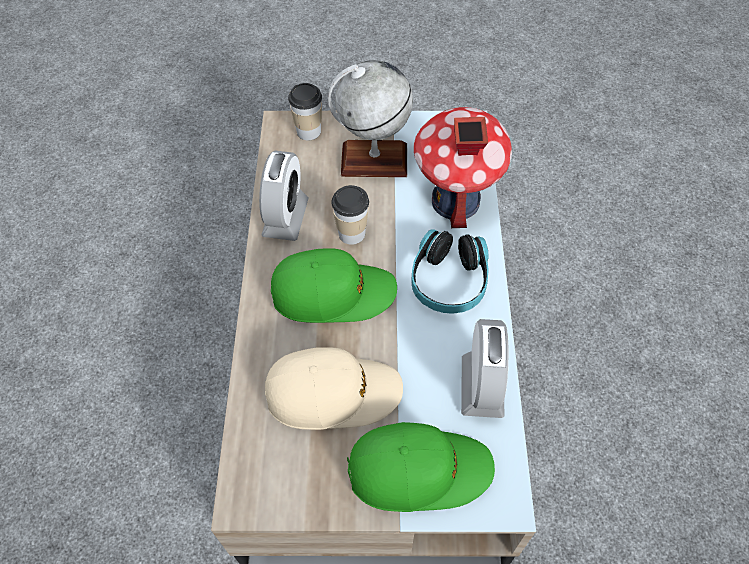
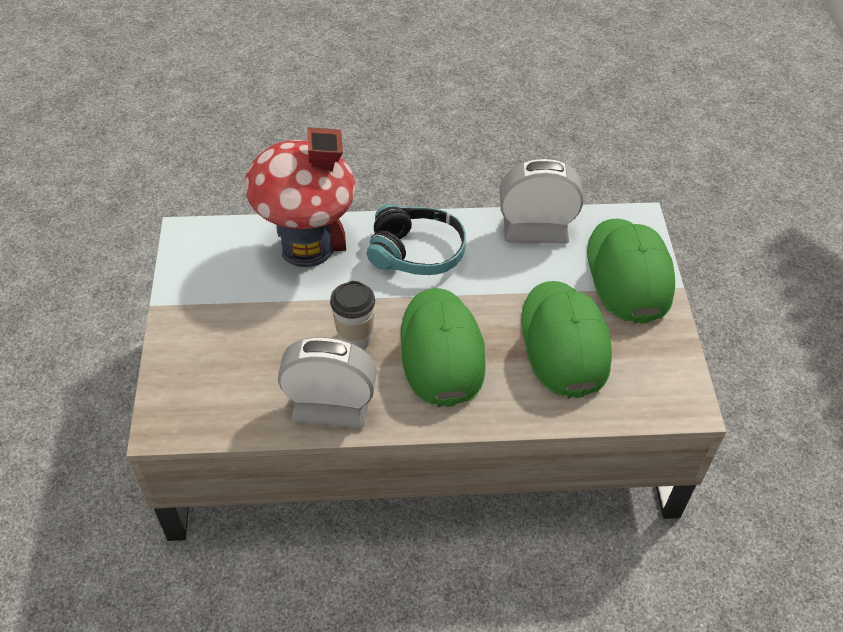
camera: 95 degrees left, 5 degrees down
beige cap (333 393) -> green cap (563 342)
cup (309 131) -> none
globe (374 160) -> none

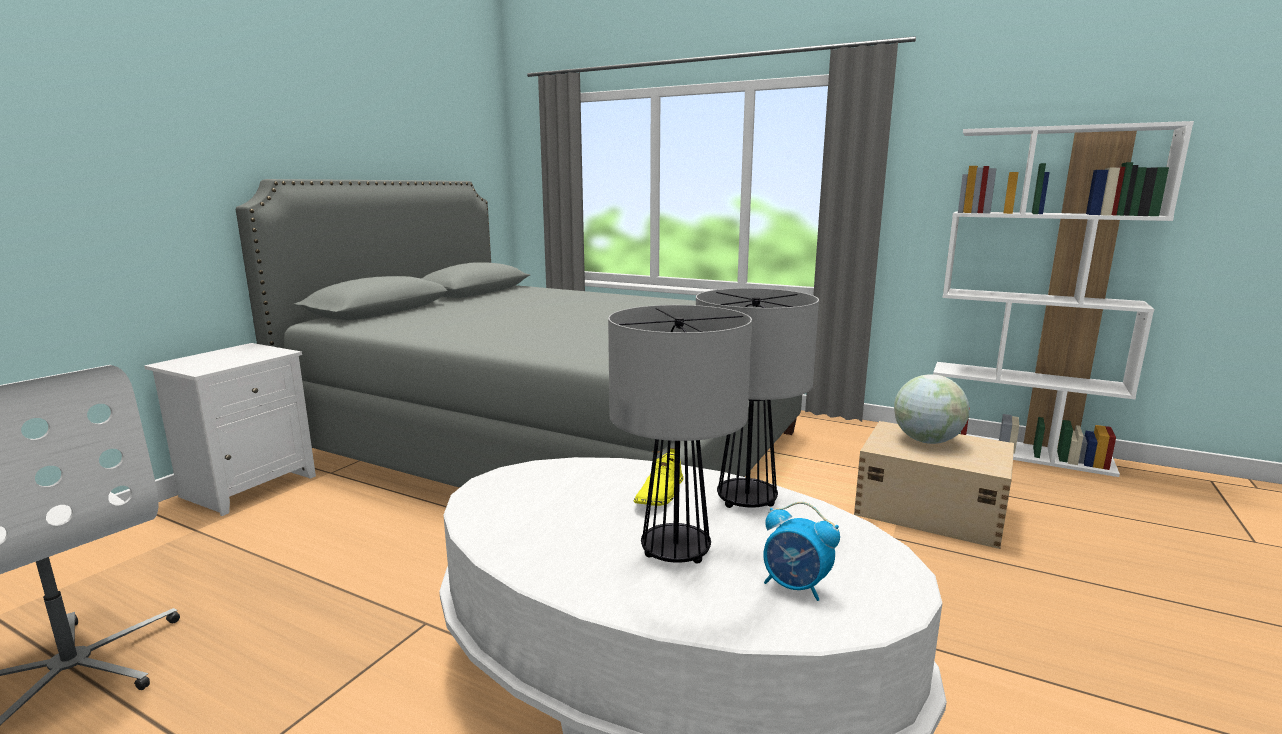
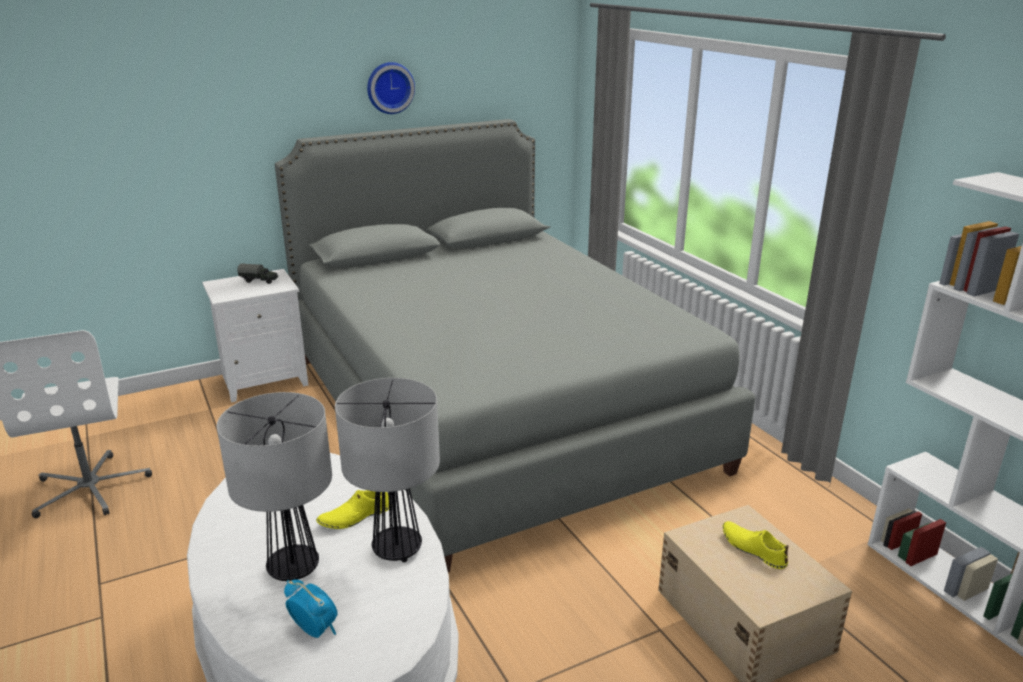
camera: 35 degrees right, 10 degrees up
none -> toy truck (259 281)
alarm clock (796 587) -> alarm clock (314 629), 150 degrees clockwise
none -> wall clock (389 87)
globe (927 441) -> yellow shoe (753 549)

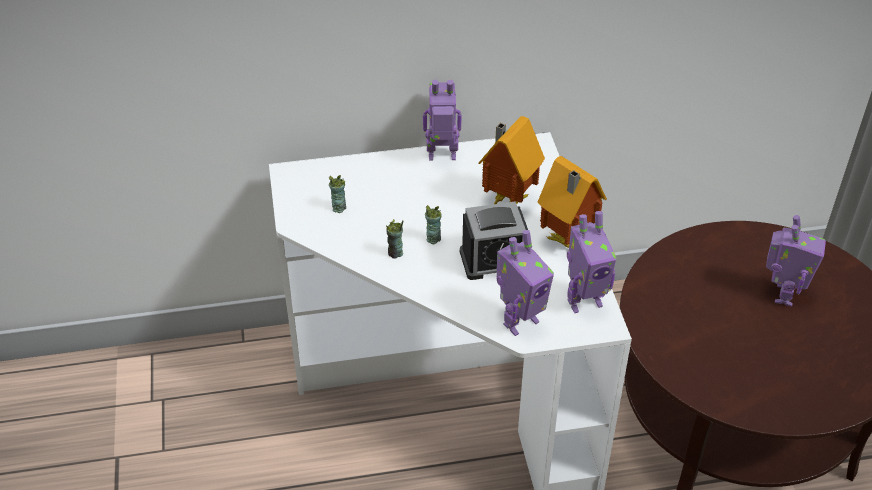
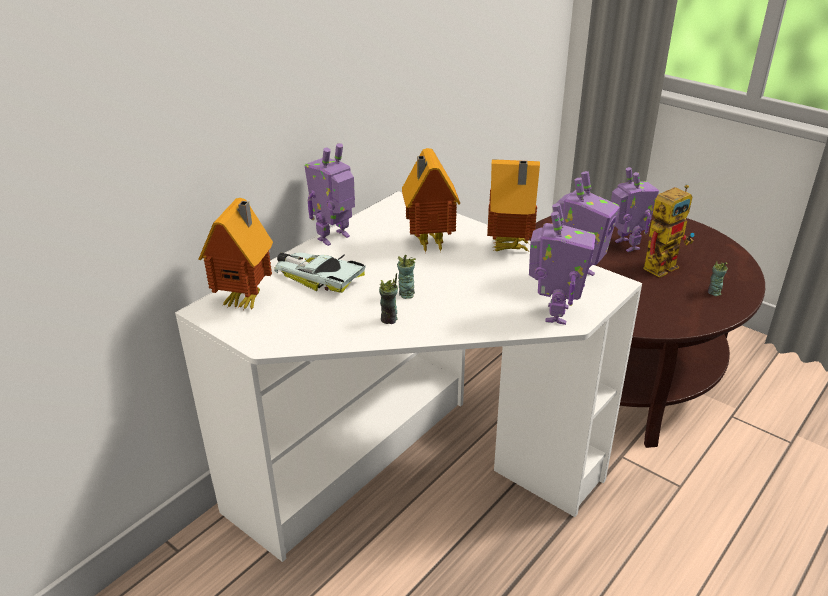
camera: 40 degrees left, 10 degrees down
none -> toy house (247 301)
none -> toy car (318 275)
none -> toy robot (663 264)
cup (338 207) -> cup (714 292), relocated
alarm clock (493 260) -> none

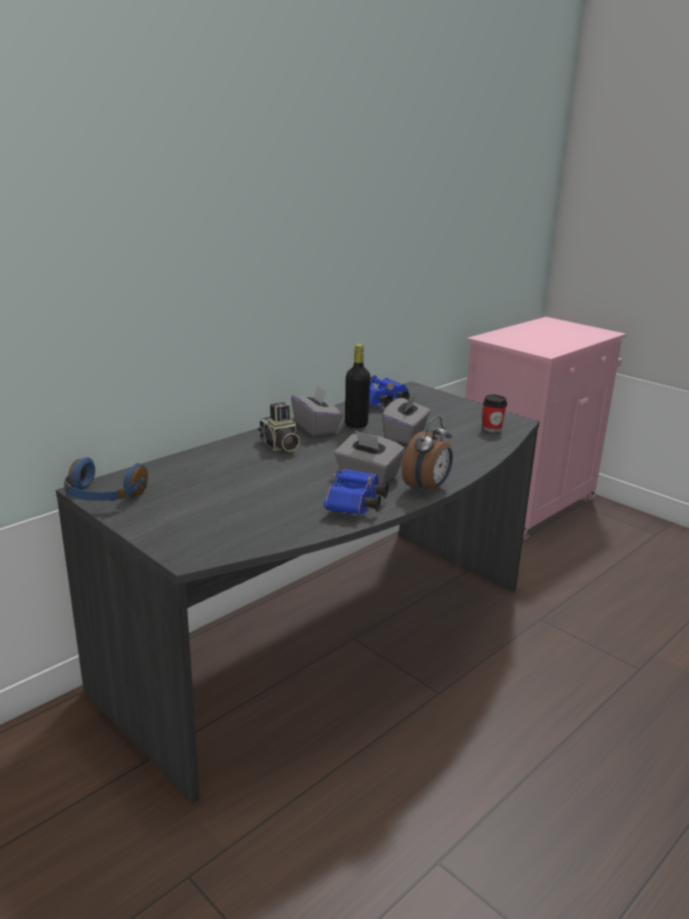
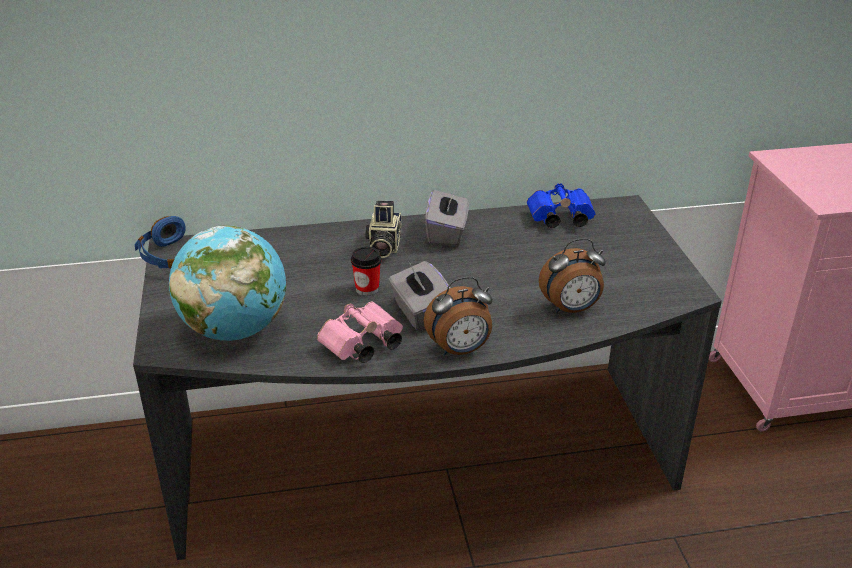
camera: 35 degrees right, 10 degrees up
none -> globe (235 330)
blue binoculars (355 506) -> pink binoculars (361 346)
cup (492 429) -> cup (367 289), relocated
none -> alarm clock (571 309)
black bottle (356 424) -> none
grey tissue box (405 435) -> none

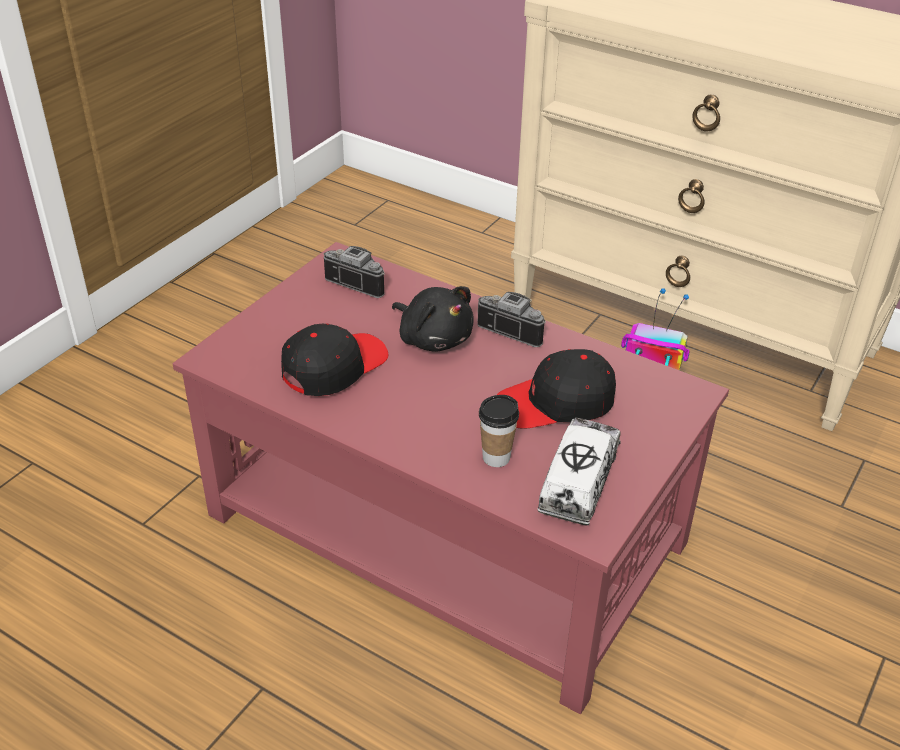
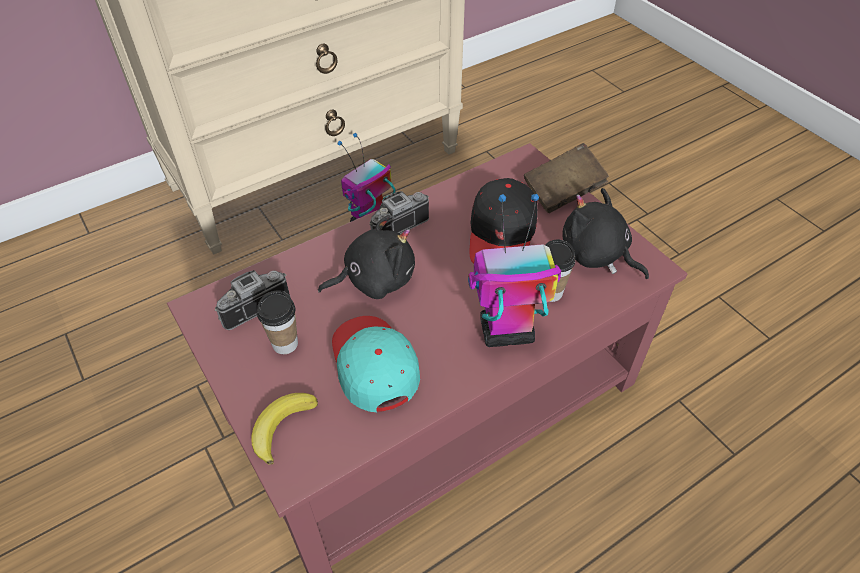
camera: 65 degrees left, 10 degrees up
none -> banana (281 426)
none -> cup (285 344)
black cap (334 367) -> turquoise cap (373 366)
none -> toy robot (505 332)
none -> brown book (563 192)
toy truck (578 482) -> black plush toy (596 255)

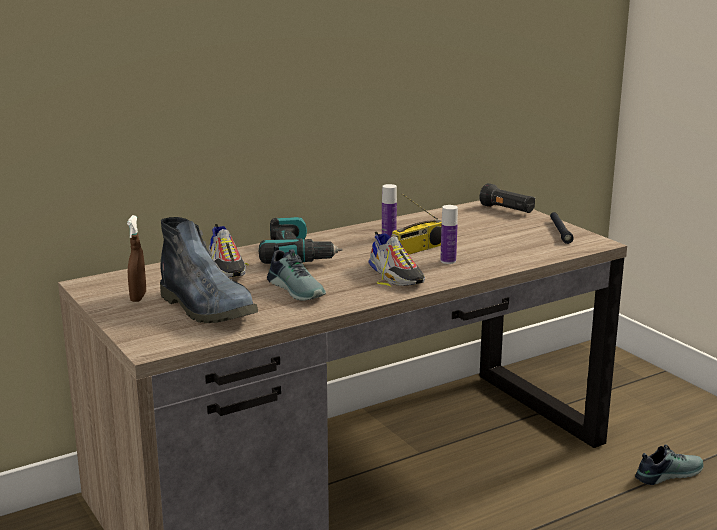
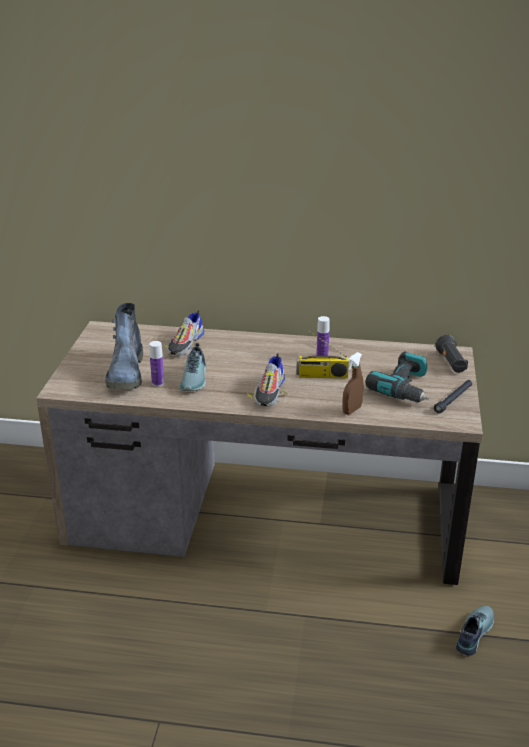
camera: 40 degrees right, 10 degrees up
bottle (448 261) -> bottle (158 383), relocated
brown spray bottle (138 297) -> brown spray bottle (352 410), relocated
power drill (297 254) -> power drill (405 388), relocated
shoe (667 473) -> shoe (472 633), 75 degrees counterclockwise

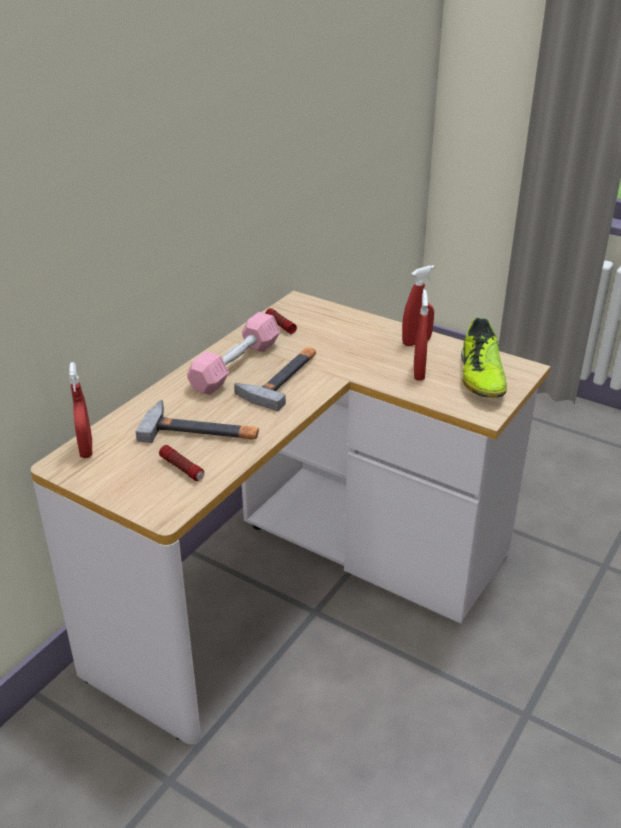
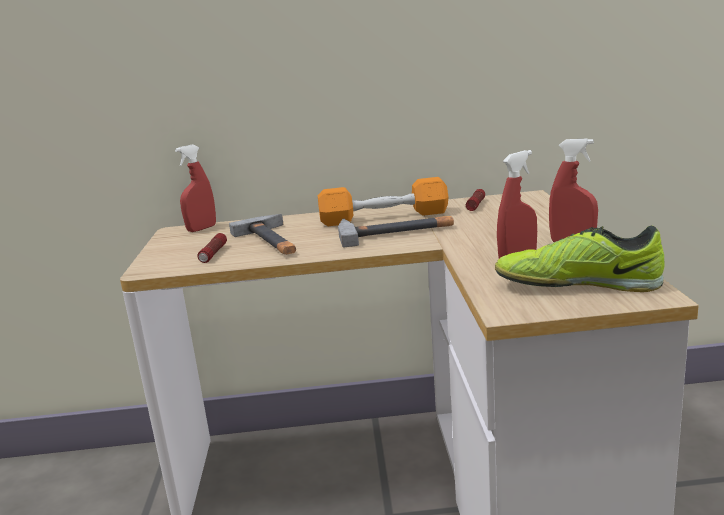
camera: 55 degrees right, 15 degrees down
pink dumbbell (236 366) -> orange dumbbell (384 217)
shoe (480 377) -> shoe (577 284), 45 degrees clockwise

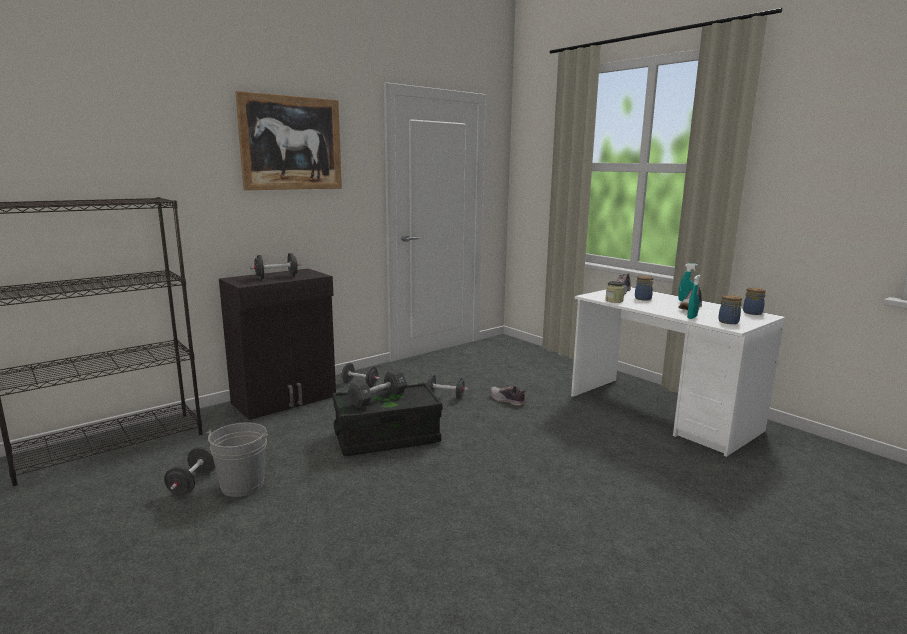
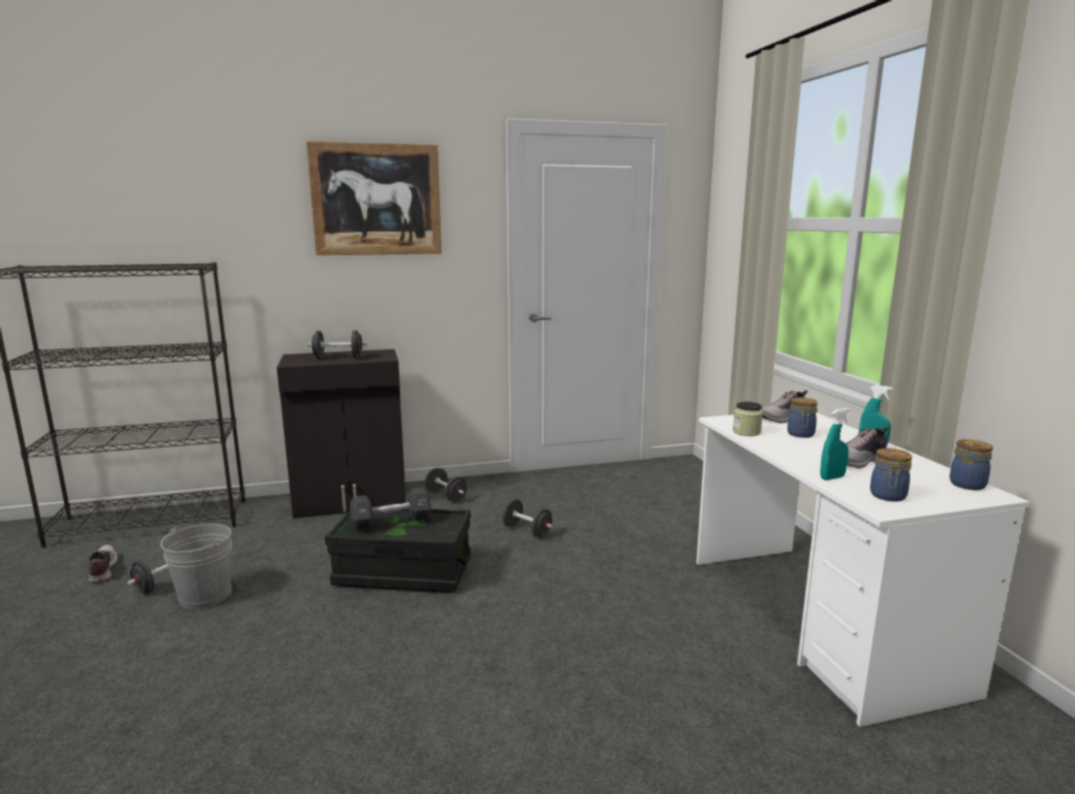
camera: 25 degrees right, 0 degrees up
shoe (507 400) -> shoe (102 570), relocated

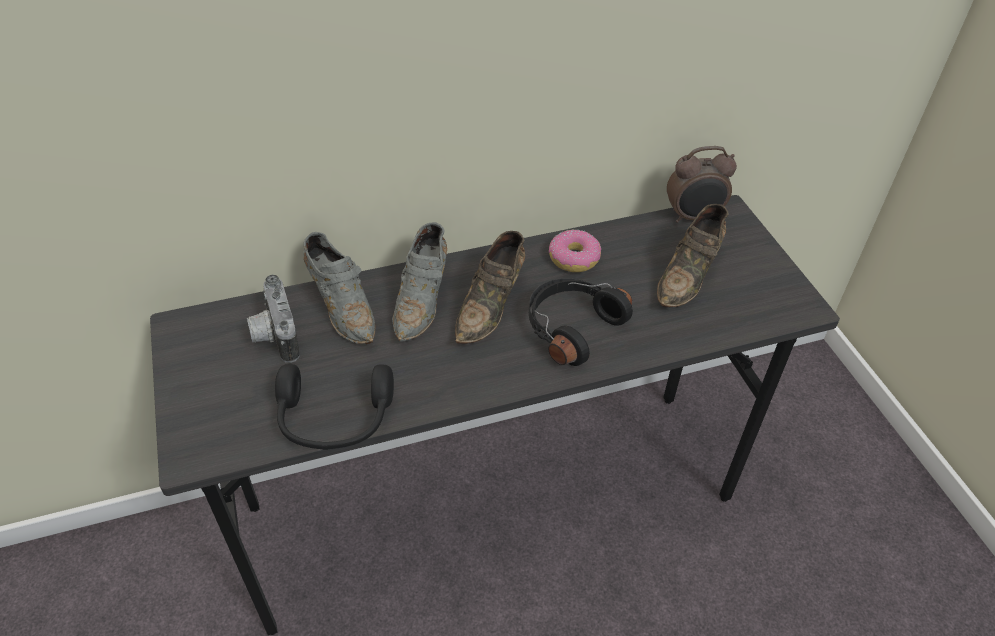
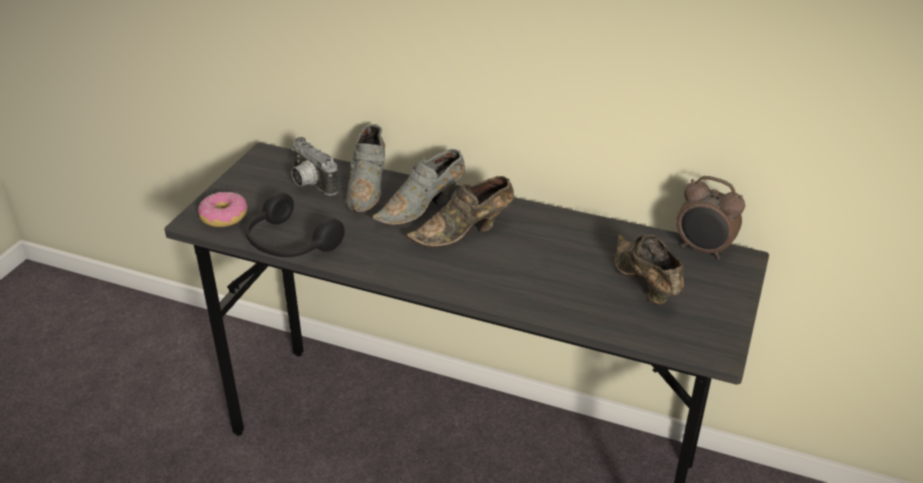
camera: 40 degrees right, 10 degrees down
donut (574 258) -> donut (224 217), relocated
photo camera (274 336) -> photo camera (310 184), 60 degrees counterclockwise
brown shoe (689 275) -> brown shoe (644 284), 90 degrees clockwise
black headphones (571 327) -> none

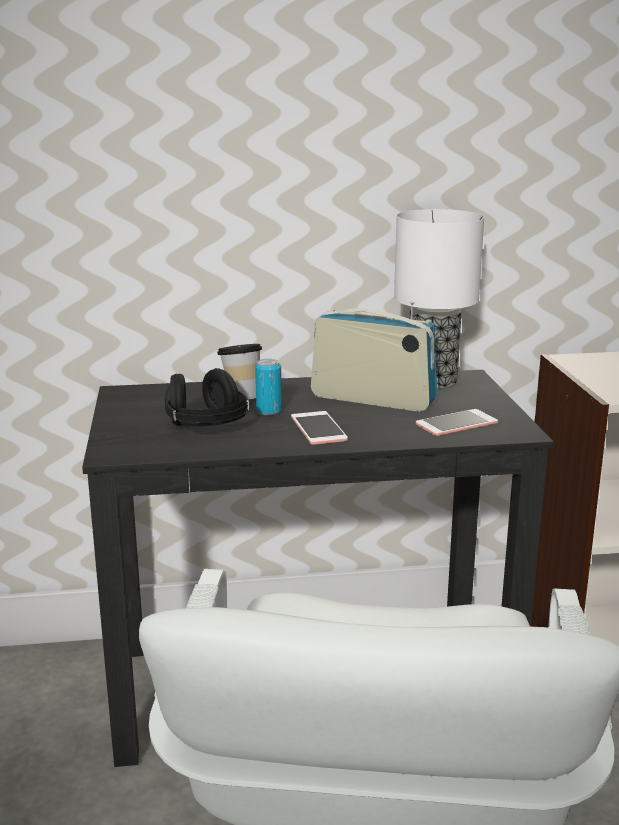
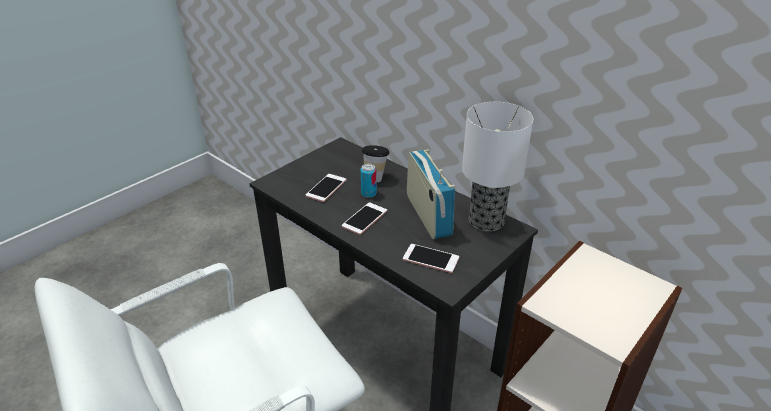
camera: 50 degrees right, 15 degrees up
black headphones (206 427) -> phone (326 188)

